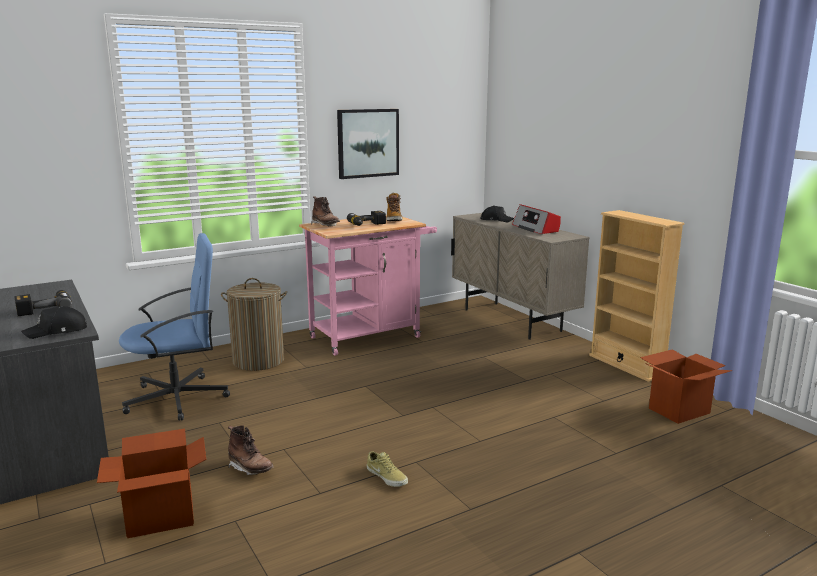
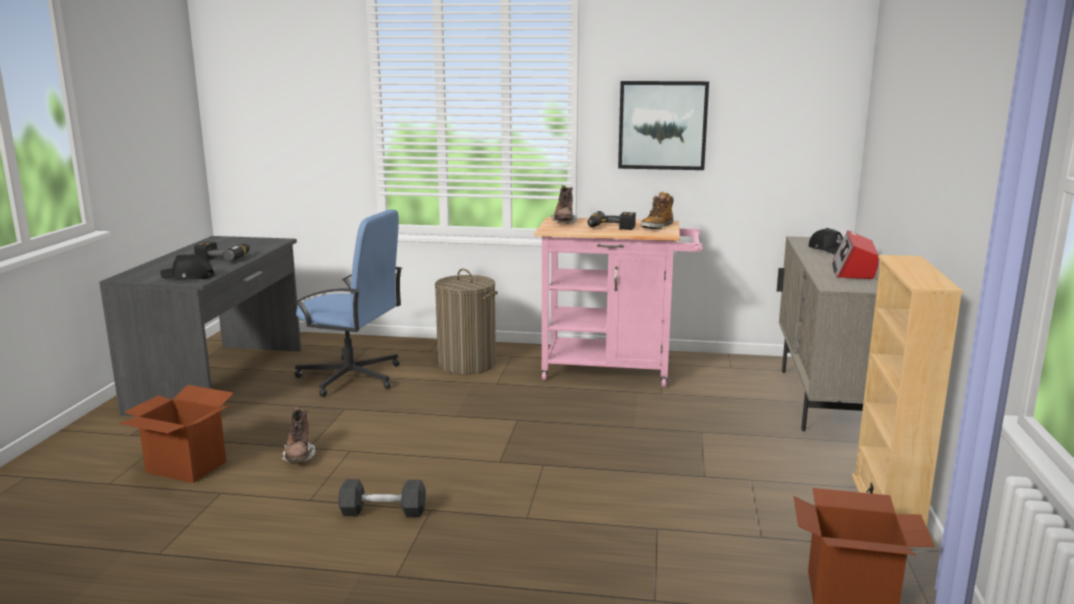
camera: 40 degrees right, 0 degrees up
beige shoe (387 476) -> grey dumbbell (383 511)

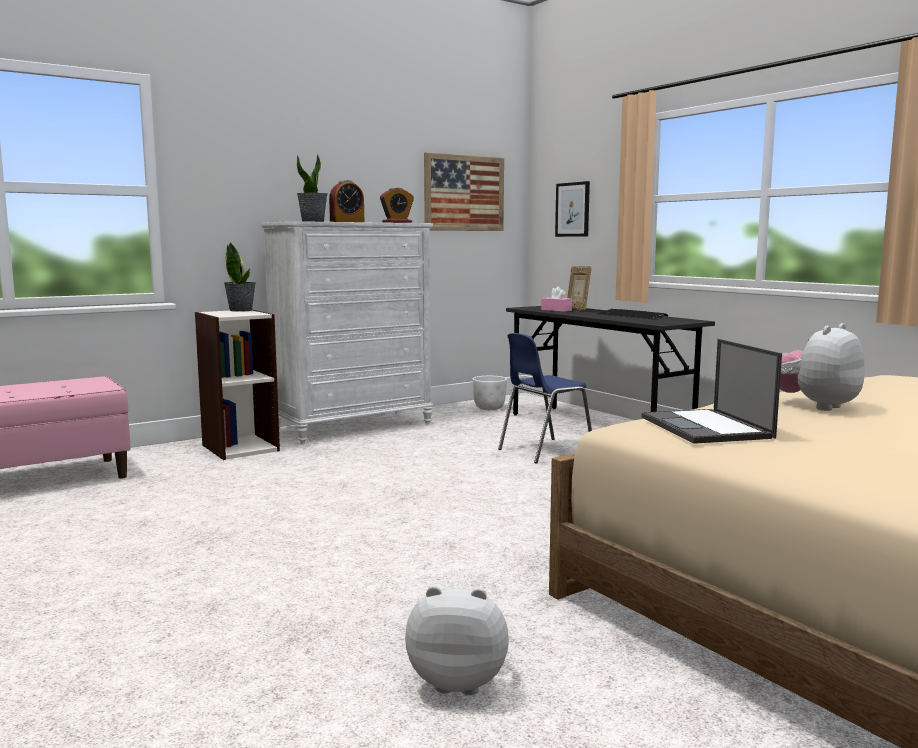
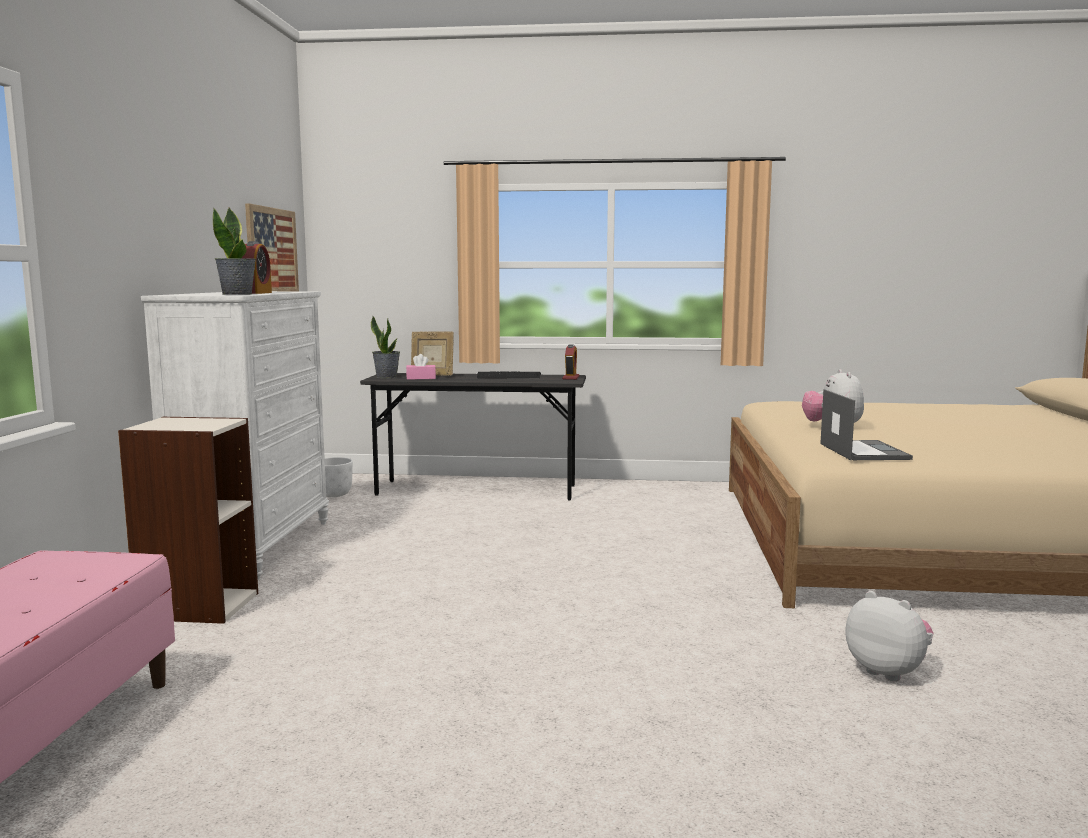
camera: 50 degrees left, 0 degrees up
potted plant (241 310) -> potted plant (386 377), relocated
alarm clock (397 222) -> alarm clock (571 378), relocated
laptop (707 428) -> laptop (863 451), 120 degrees counterclockwise
plush toy (458 681) -> plush toy (888 671), 90 degrees clockwise
blue chair (544 451) -> none
picture (572 209) -> none

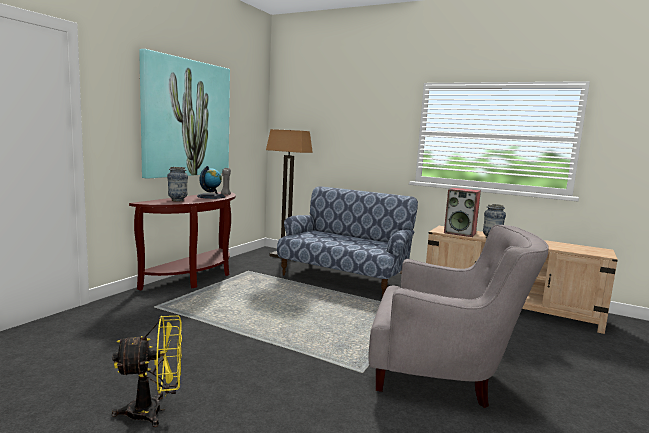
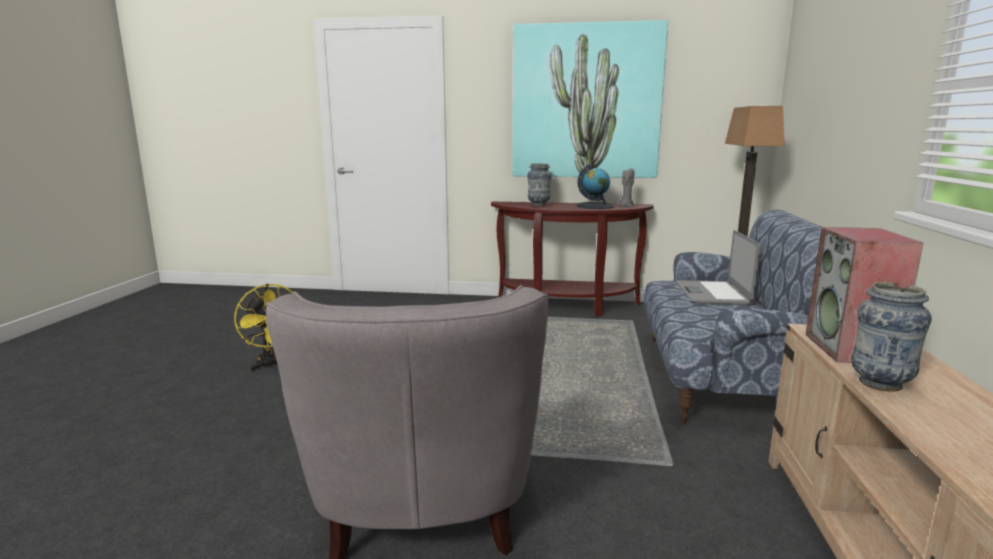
camera: 70 degrees right, 5 degrees up
none -> laptop (713 293)

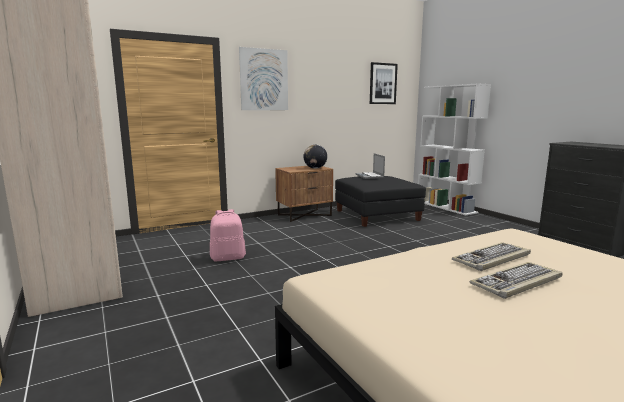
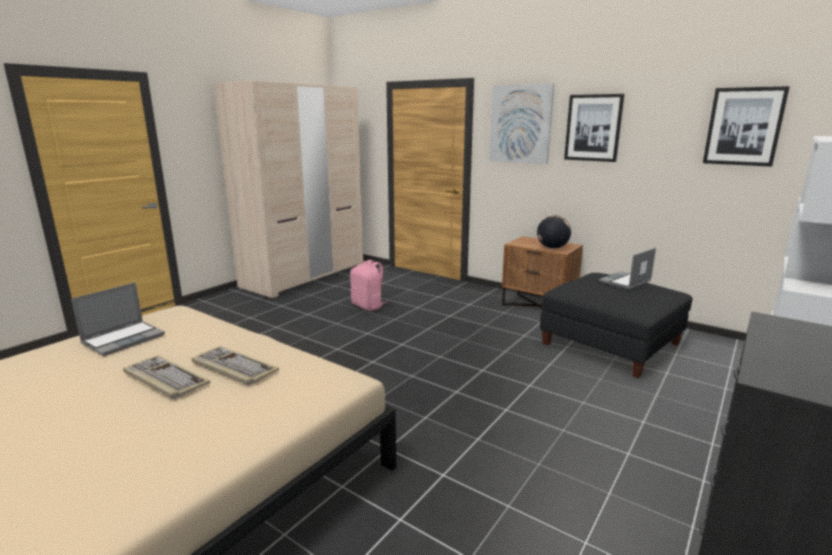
camera: 65 degrees right, 5 degrees up
none -> laptop (124 339)
none -> picture (593 128)

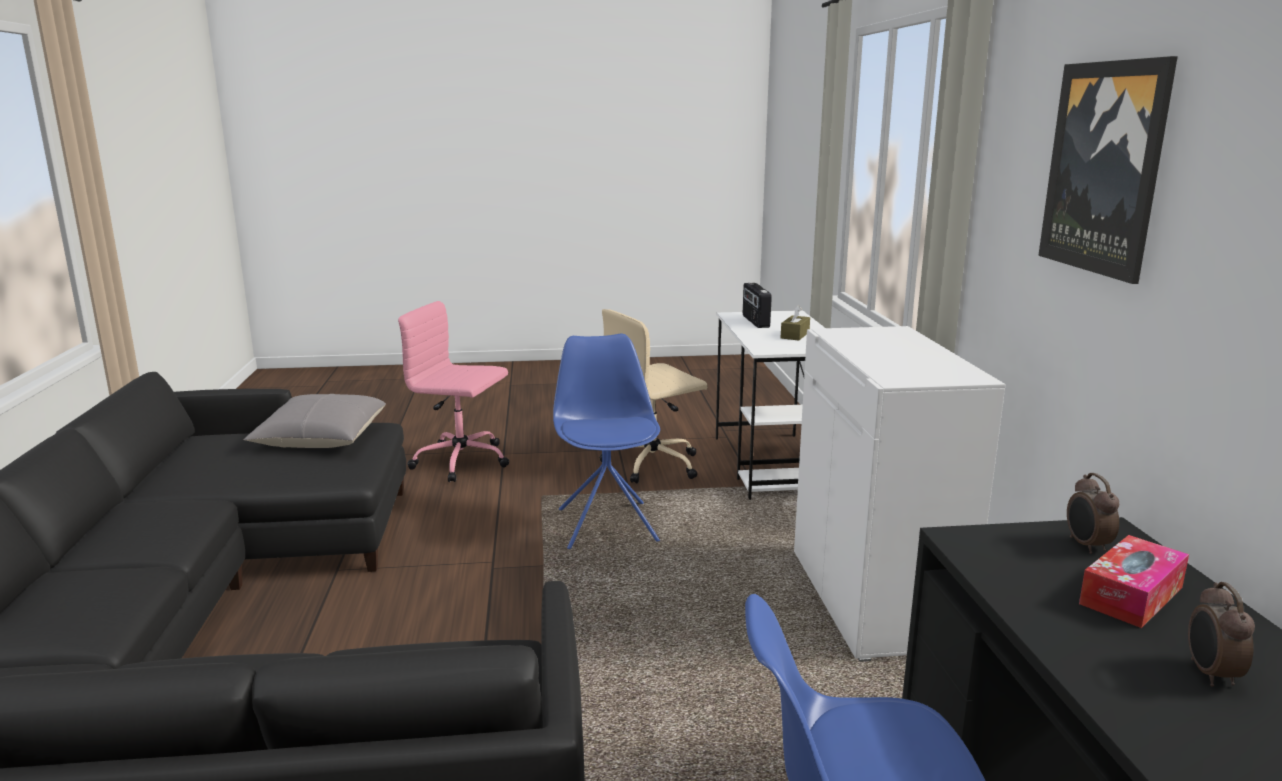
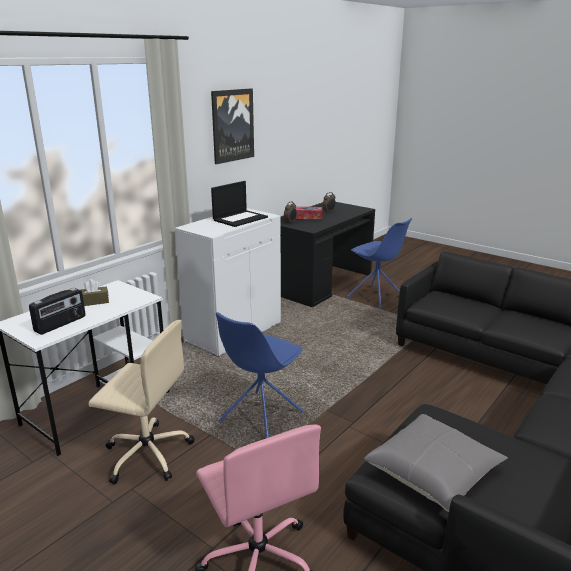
camera: 135 degrees left, 5 degrees up
none -> laptop (240 218)

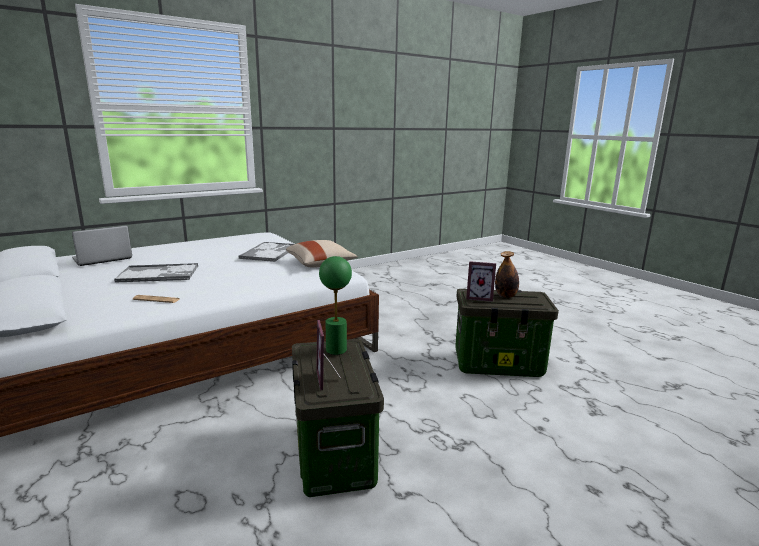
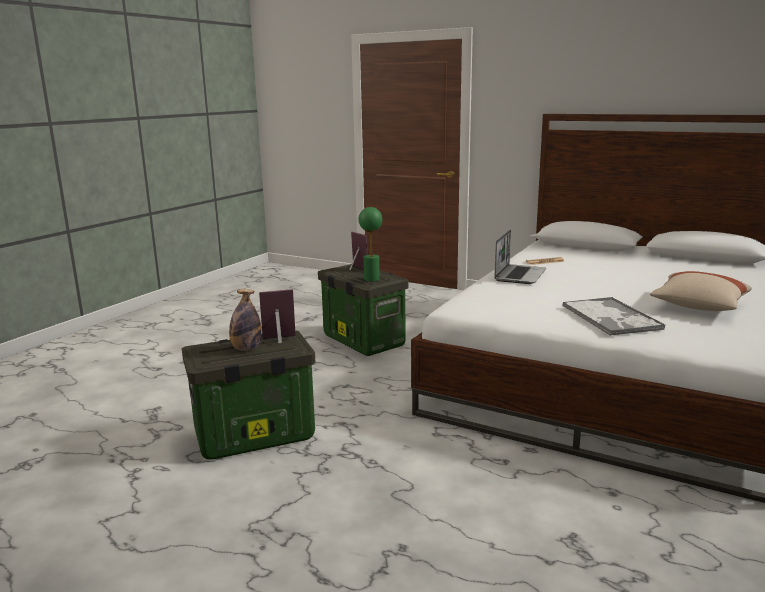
camera: 155 degrees right, 0 degrees up
laptop (102 259) -> laptop (519 275), relocated
beige pillow (321 264) -> beige pillow (698 307), relocated
tray (159 274) -> none

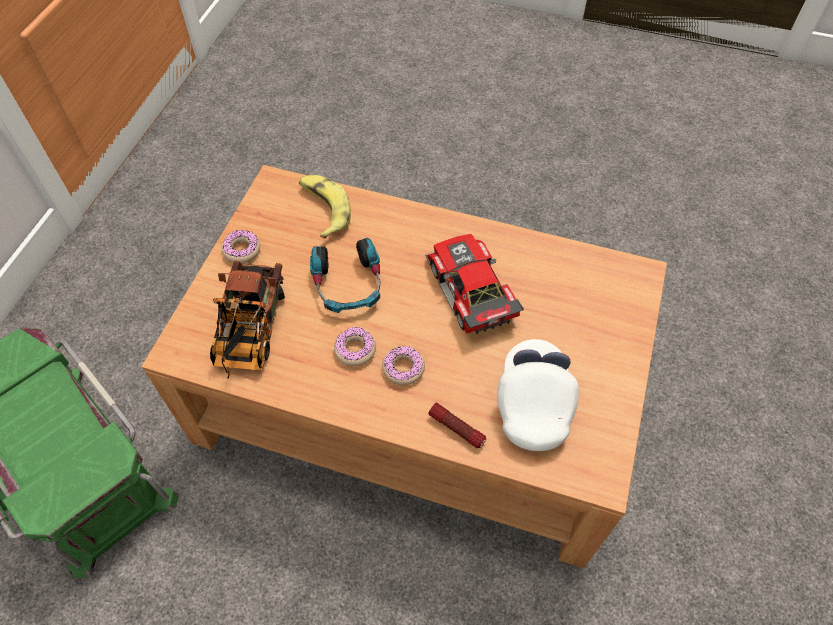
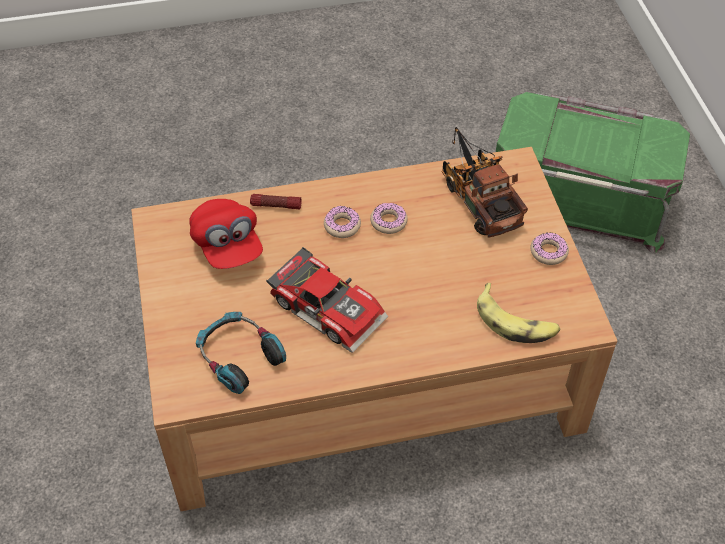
camera: 150 degrees right, 5 degrees down
white cap (533 403) -> red cap (227 246)
headphones (348 284) -> headphones (239 357), relocated

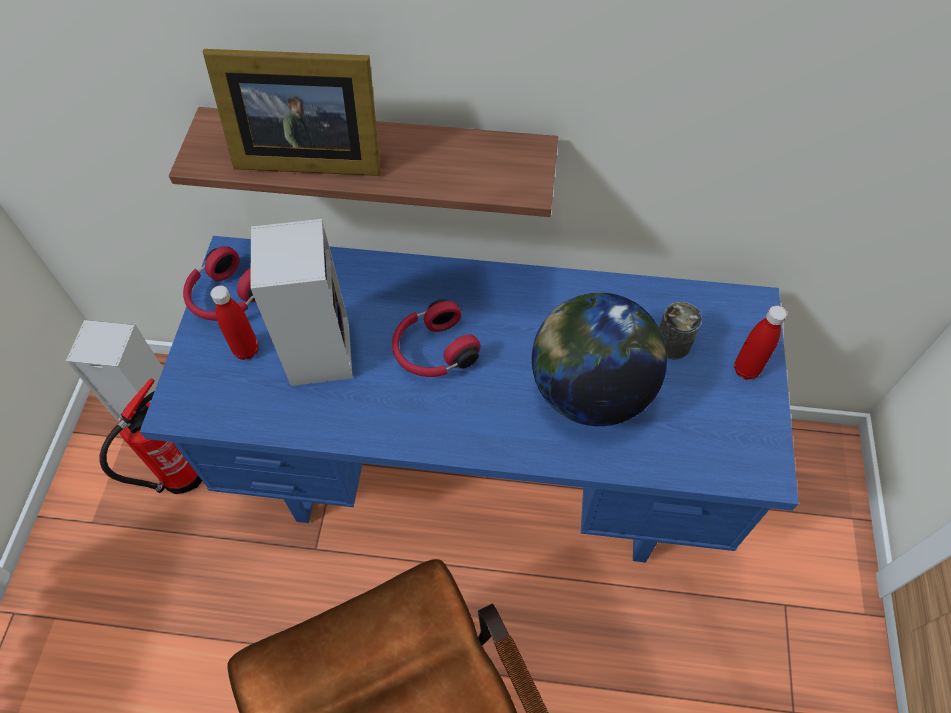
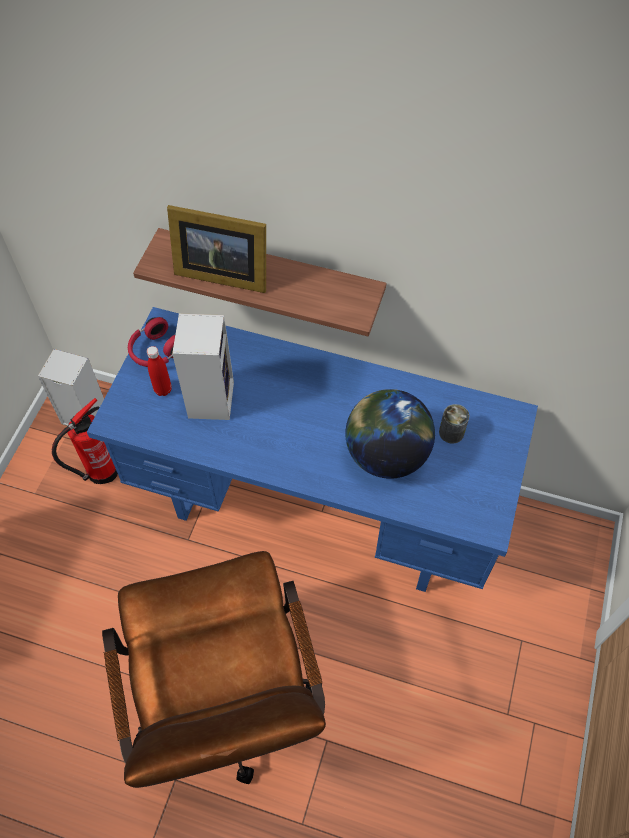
camera: 10 degrees right, 0 degrees up
red headphones (433 351) -> none
red bottle (746 370) -> none

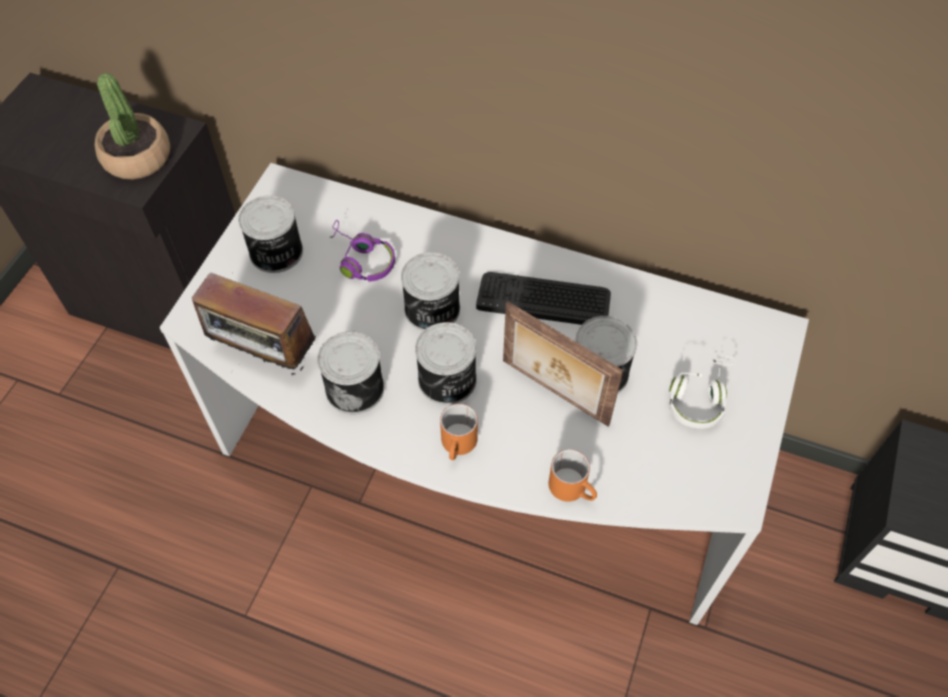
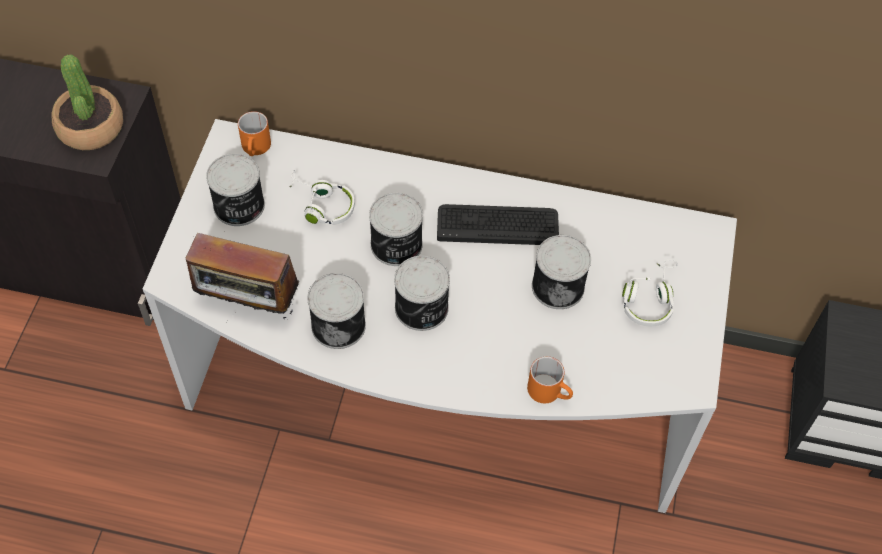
camera: 10 degrees left, 0 degrees up
orange mug (459 446) -> orange mug (256 149), relocated
purple headphones (361 260) -> white headphones (321 205)
picture frame (553 393) -> none

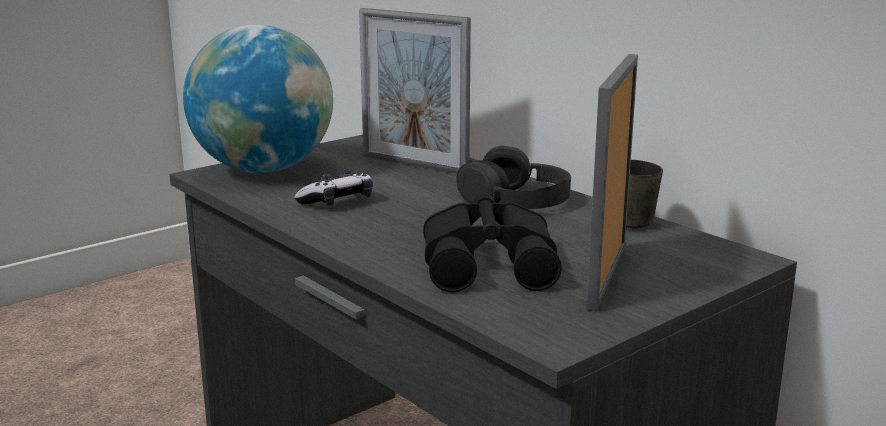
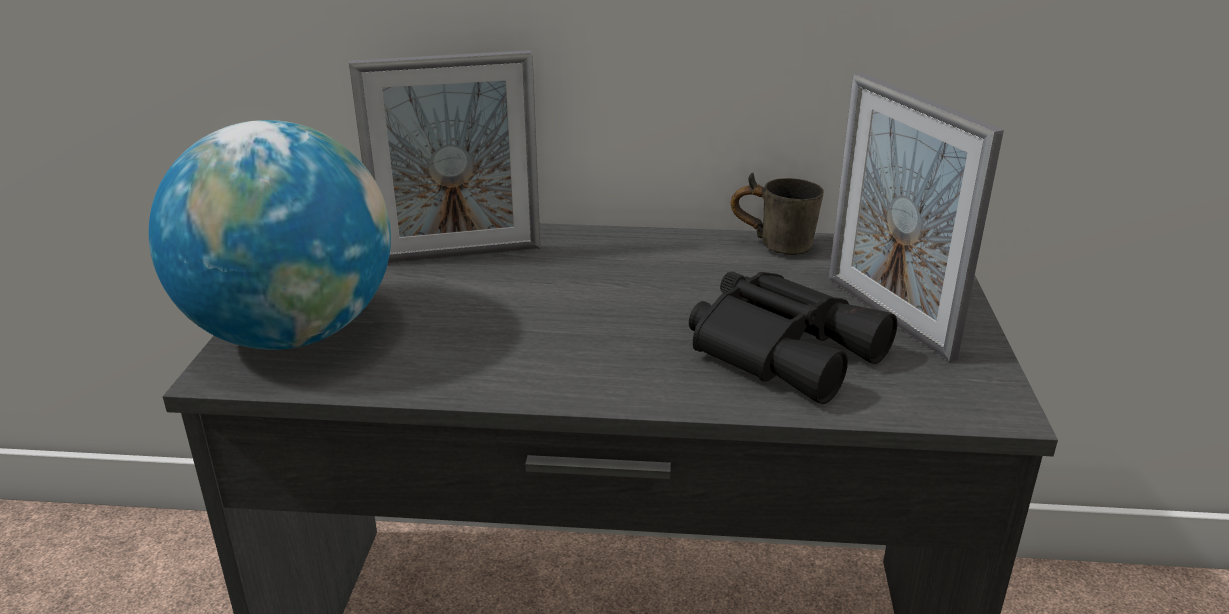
camera: 45 degrees left, 10 degrees up
game controller (337 201) -> none
black headphones (517 199) -> none

